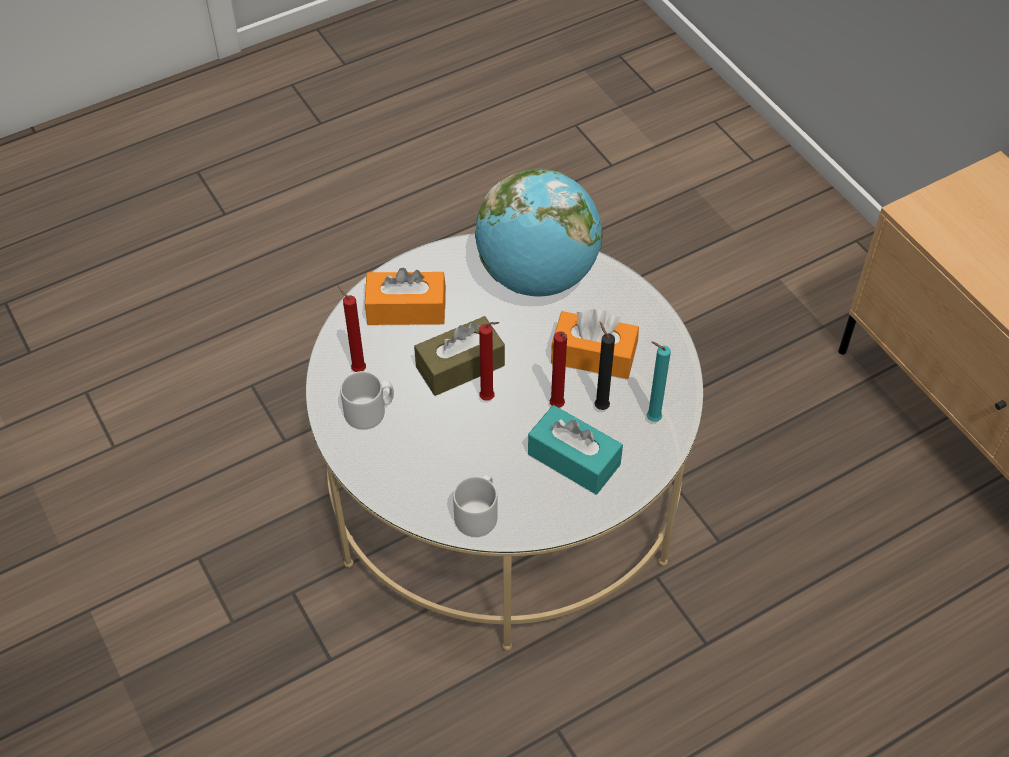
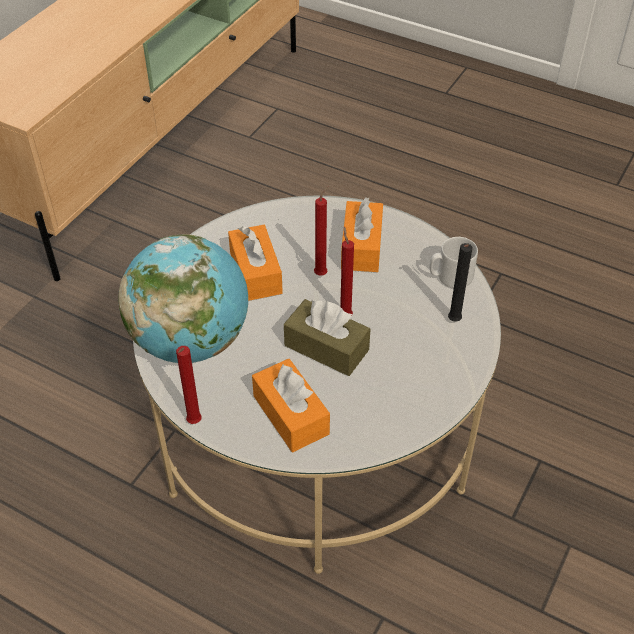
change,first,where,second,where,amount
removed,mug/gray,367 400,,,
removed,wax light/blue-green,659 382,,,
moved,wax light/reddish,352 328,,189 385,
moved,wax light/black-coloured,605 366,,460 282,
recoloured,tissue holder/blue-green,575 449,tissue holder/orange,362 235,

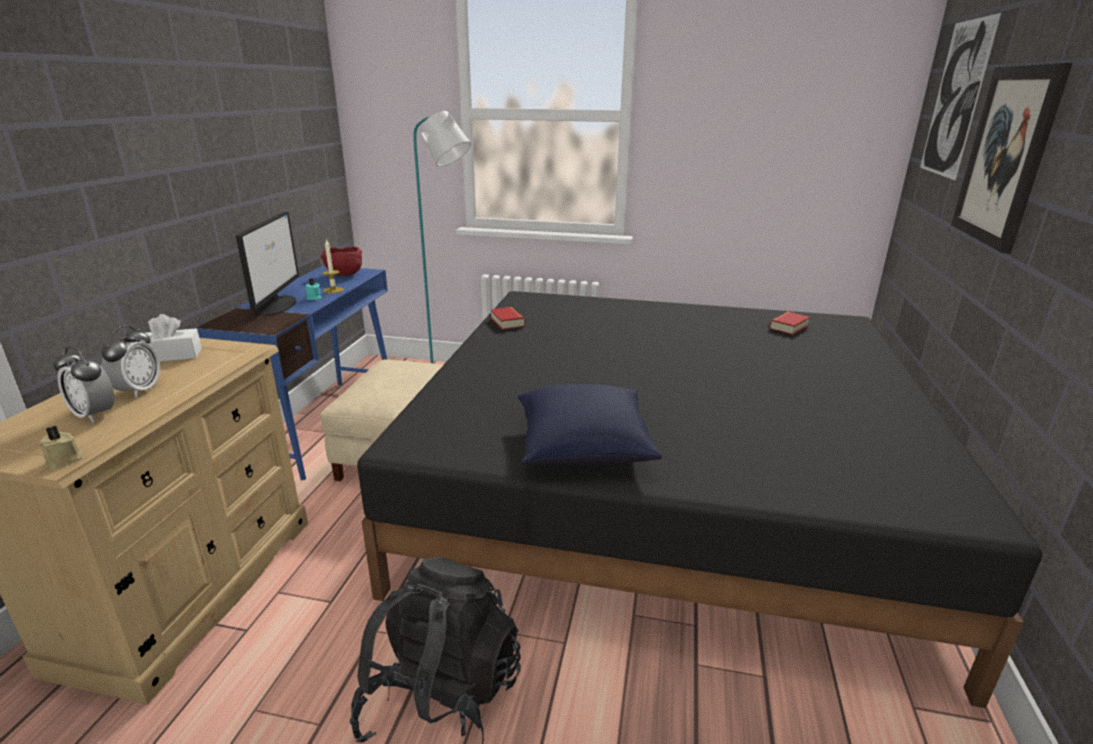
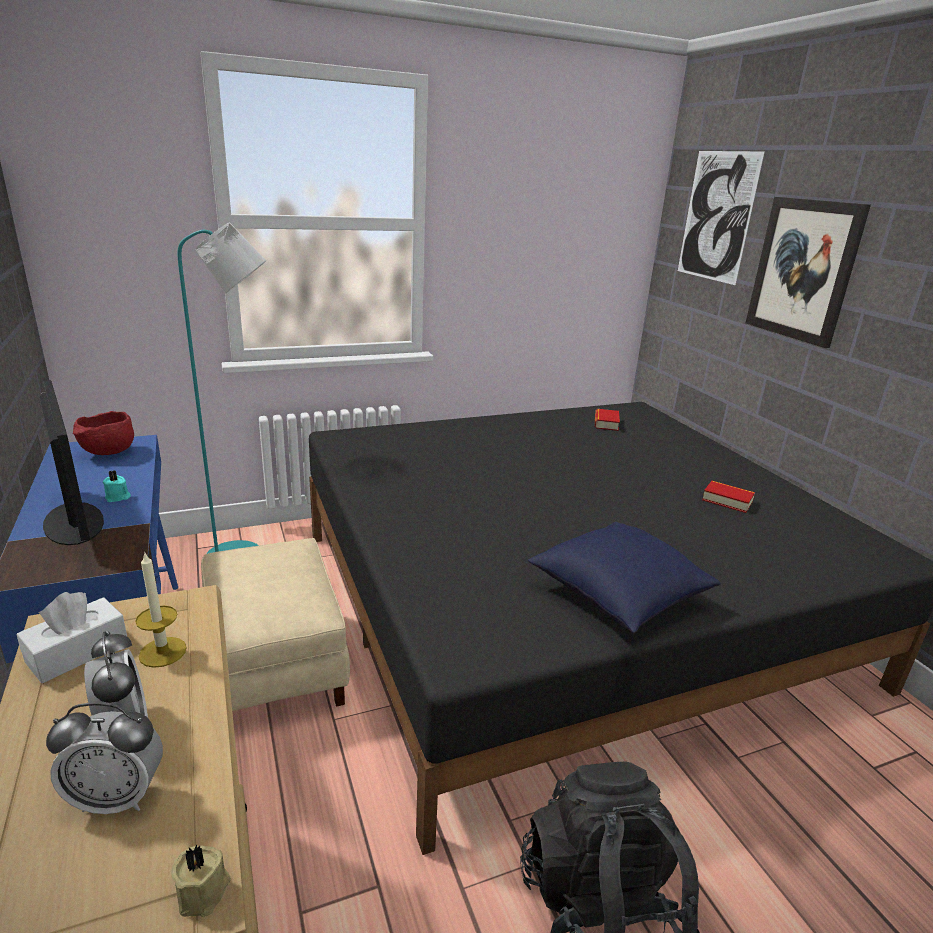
change,first,where,second,where,amount
moved,wax light,333 266,,161 609,
moved,book,507 318,,728 497,

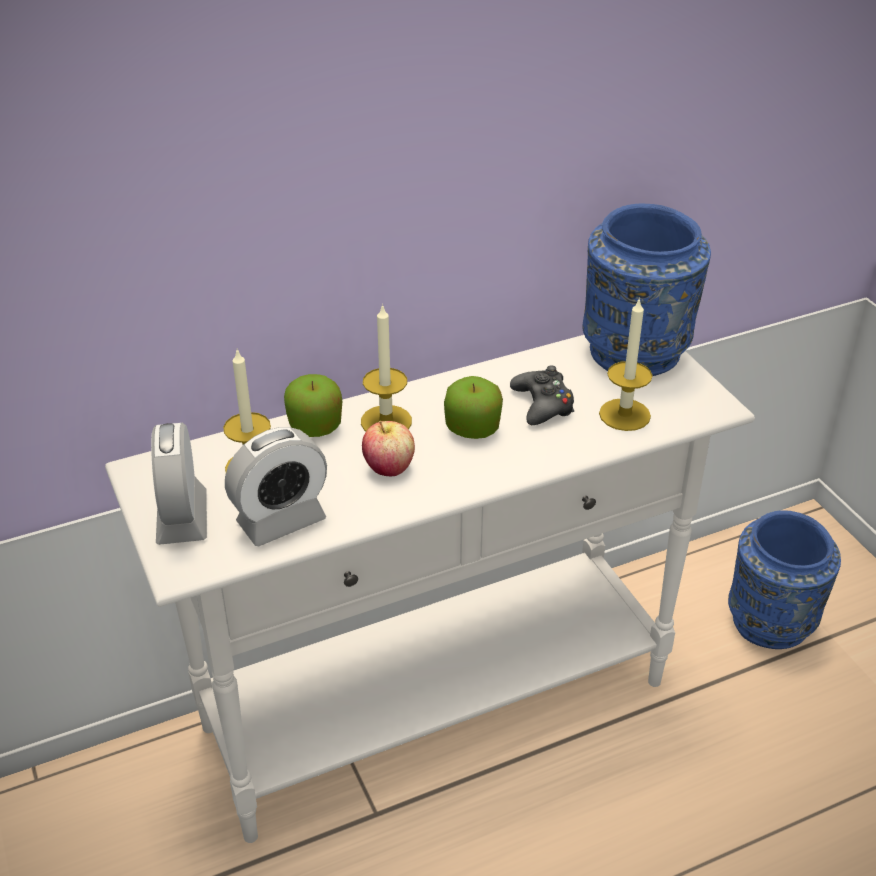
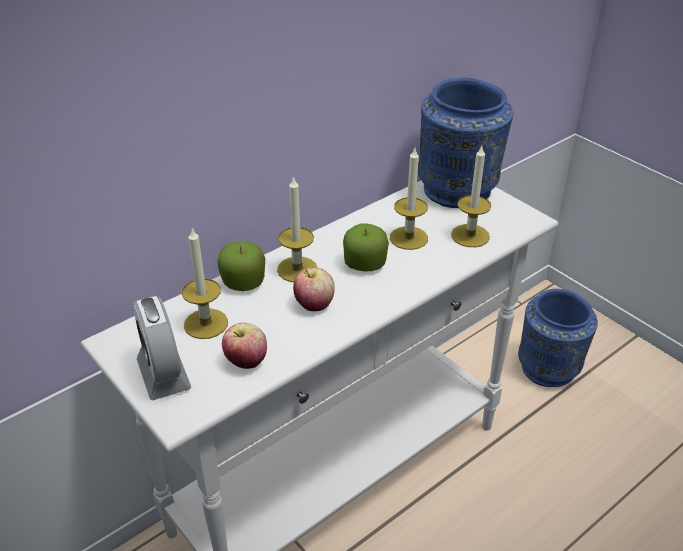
change,first,where,second,where,amount
replaced,bedside clock,276 486,apple,244 346,
replaced,game controller/black-coloured,542 395,wax light,409 199,

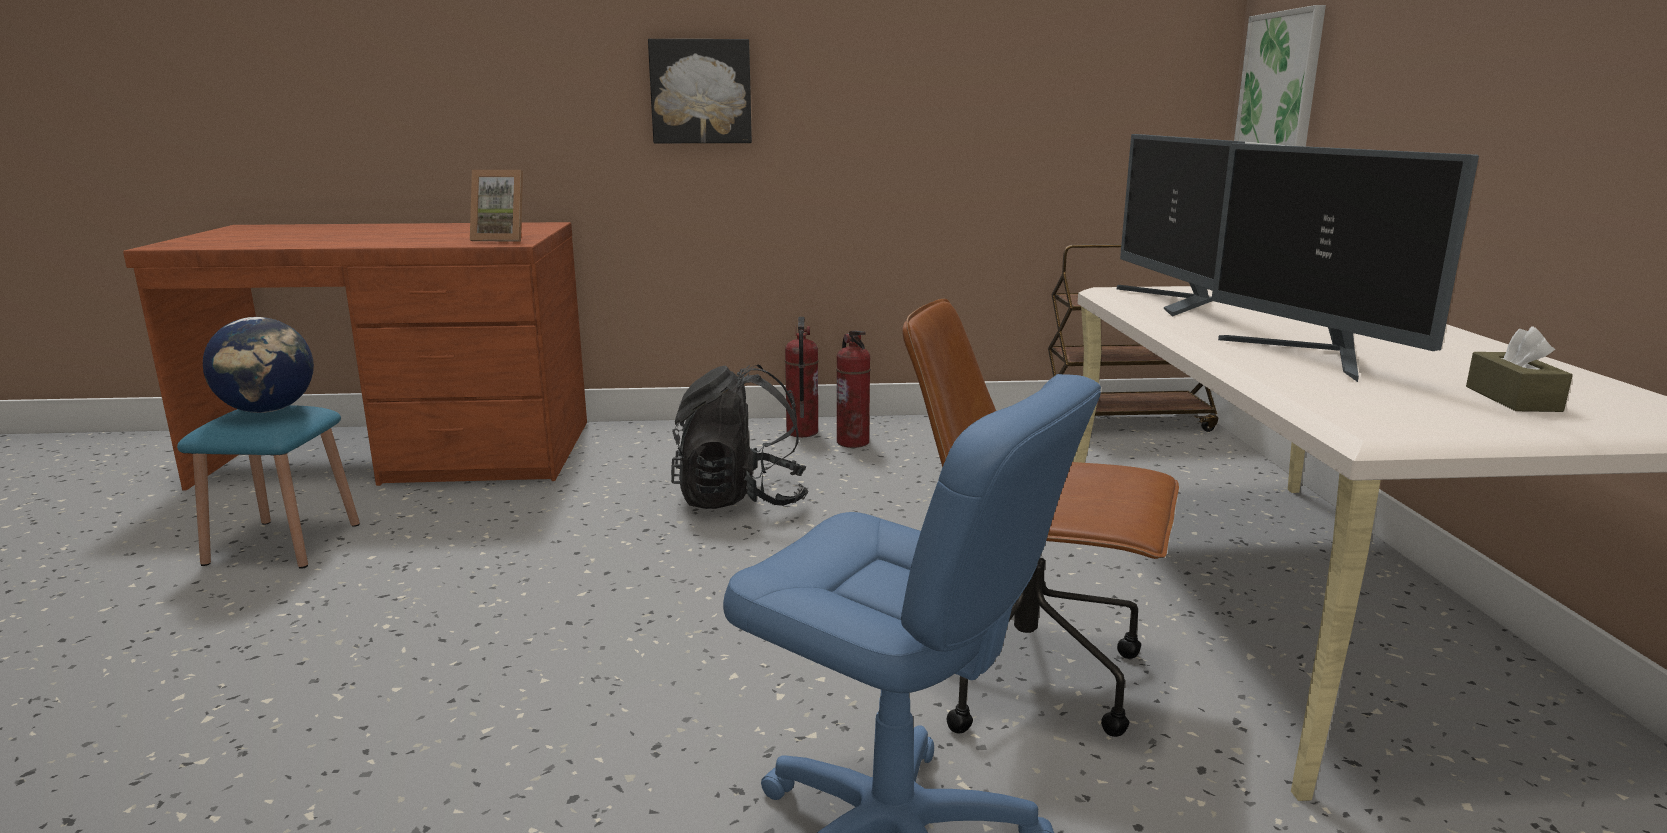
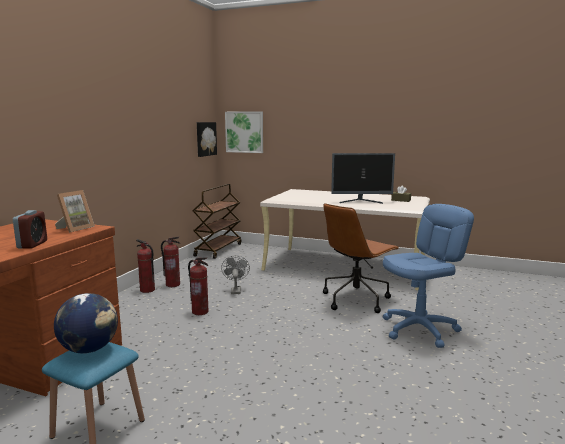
change,first,where,second,where,amount
removed,computer display,1181 225,,,
added,,,bedside clock,30 229,
added,,,electric fan/gray,235 275,
moved,wall picture,700 91,,207 139,
replaced,backpack/black-coloured,740 437,fire-fighting cylinder,198 286,

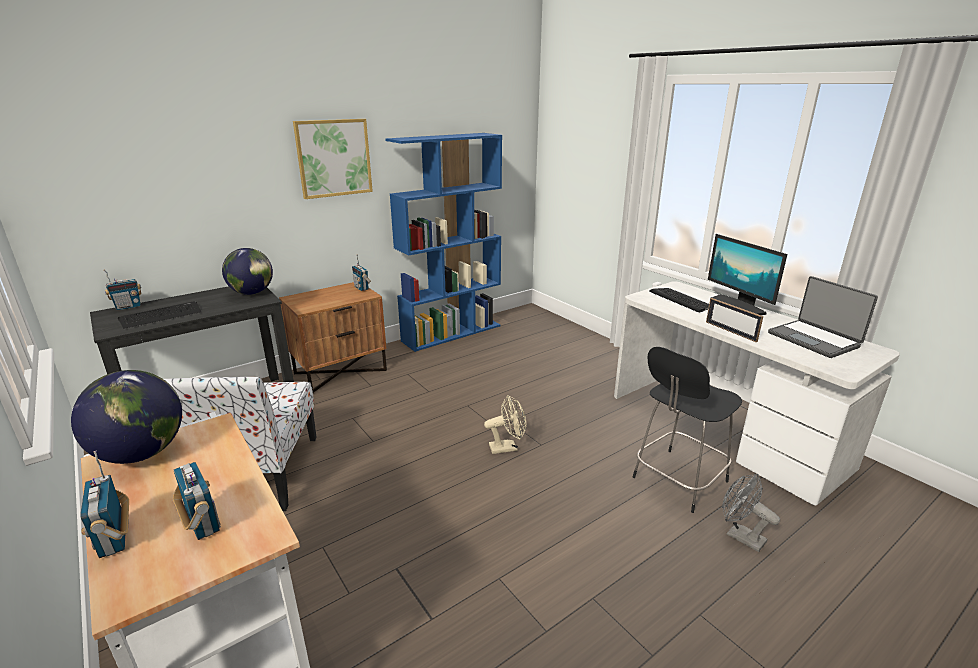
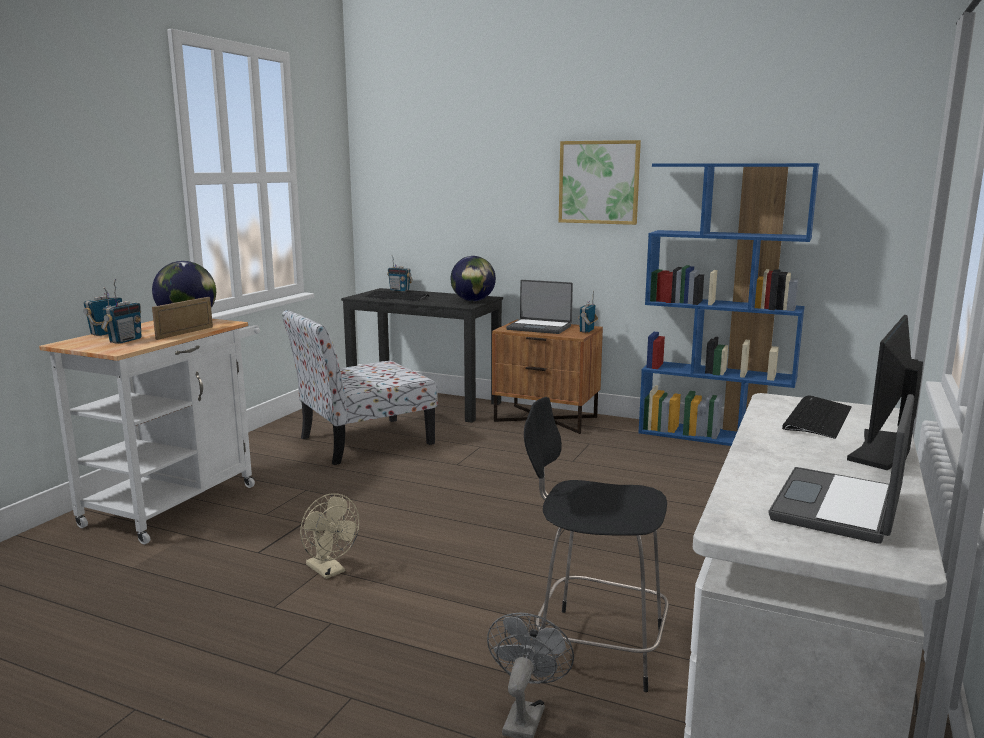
change,first,where,second,where,amount
added,,,notebook computer,539 307,
moved,electric fan/beige,505 424,,329 536,
moved,picture frame,734 320,,182 318,

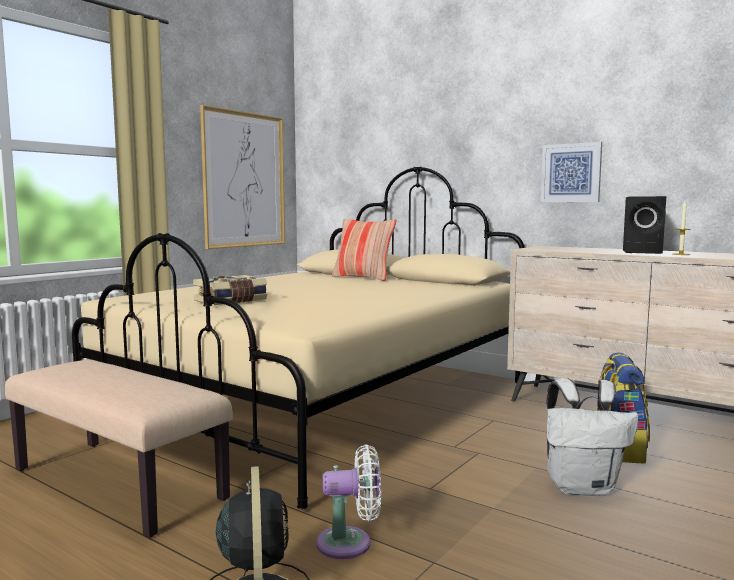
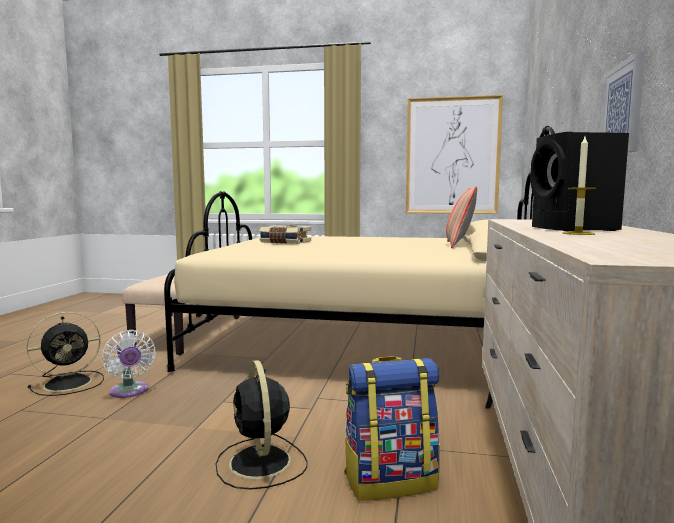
change,first,where,second,where,amount
replaced,backpack/white,592 437,electric fan/black-coloured,262 425,

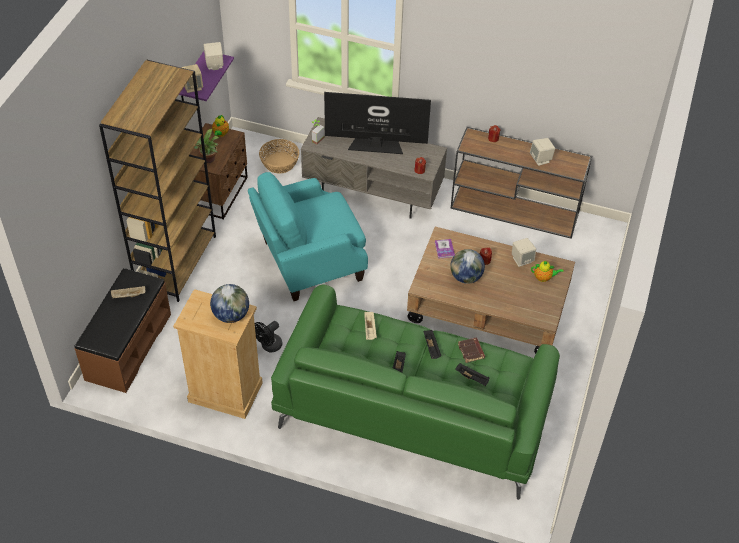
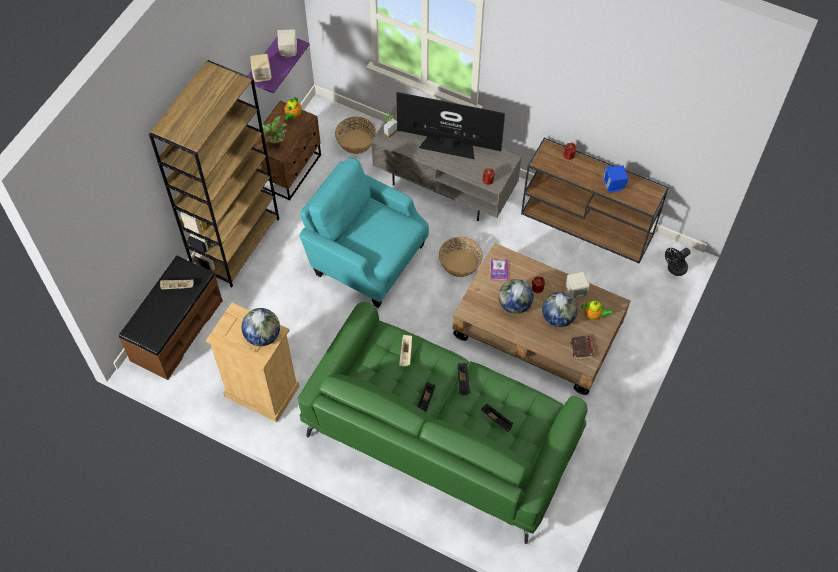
change,first,where,second,where,amount
added,,,storage basket,461 257,
added,,,desk globe,560 309,
moved,electric fan/black-coloured,268 337,,678 262,
moved,book/brownish,471 350,,582 347,
recoloured,audio speaker/beige,542 152,audio speaker/blue-coloured,615 179,
turned,lounge chair/blue-green,308 236,,364 233,45 degrees clockwise

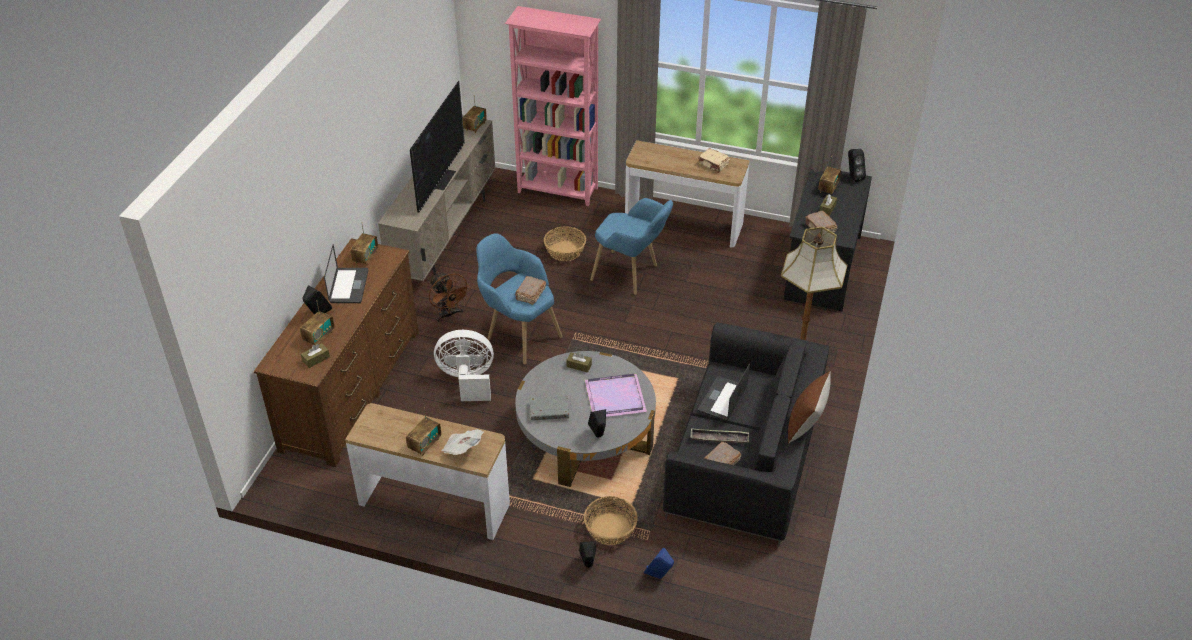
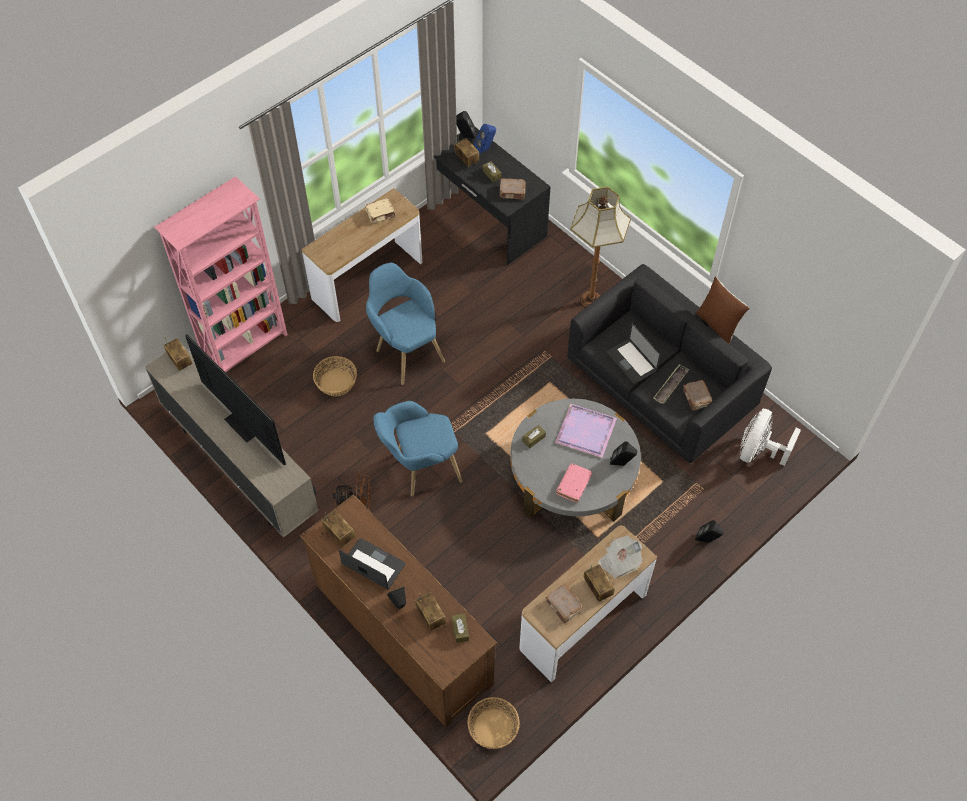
change,first,where,second,where,amount
moved,electric fan/white,464 365,,770 437,
moved,book/brownish,530 290,,564 603,
moved,storage basket,611 520,,493 723,
moved,audio speaker/blue-coloured,659 563,,485 139,
recoloured,book/gray,549 408,book/pink,574 483,
turned,lounge chair/blue-coloured,631 246,,405 324,90 degrees counterclockwise

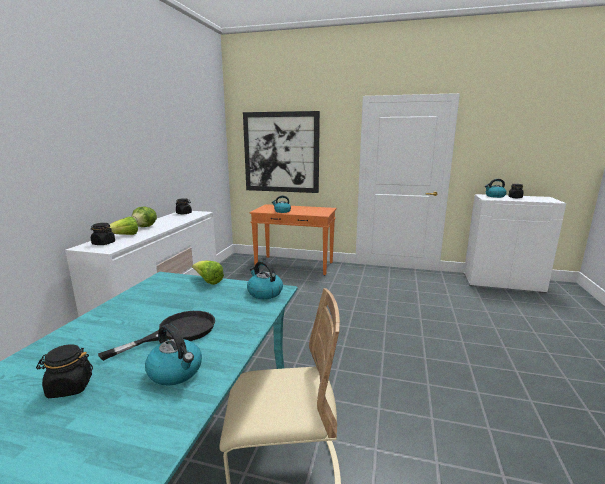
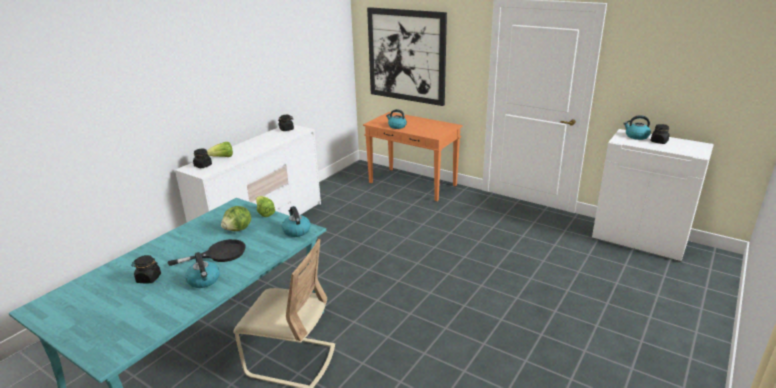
change,first,where,second,where,amount
moved,lettuce head,144 216,,236 218,

